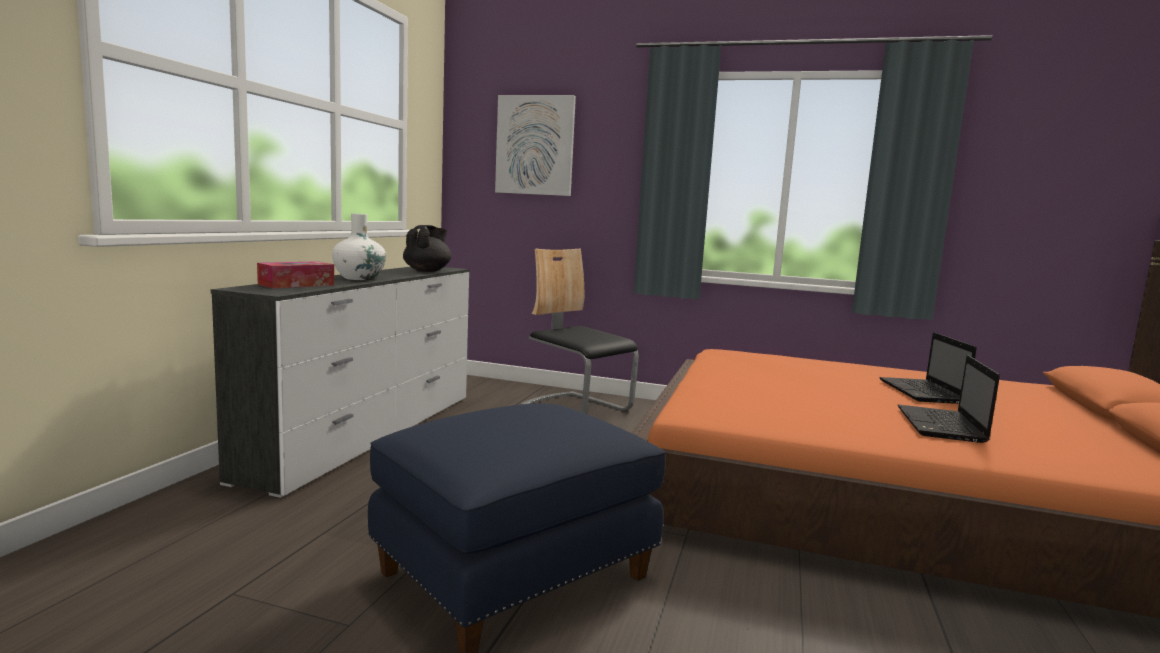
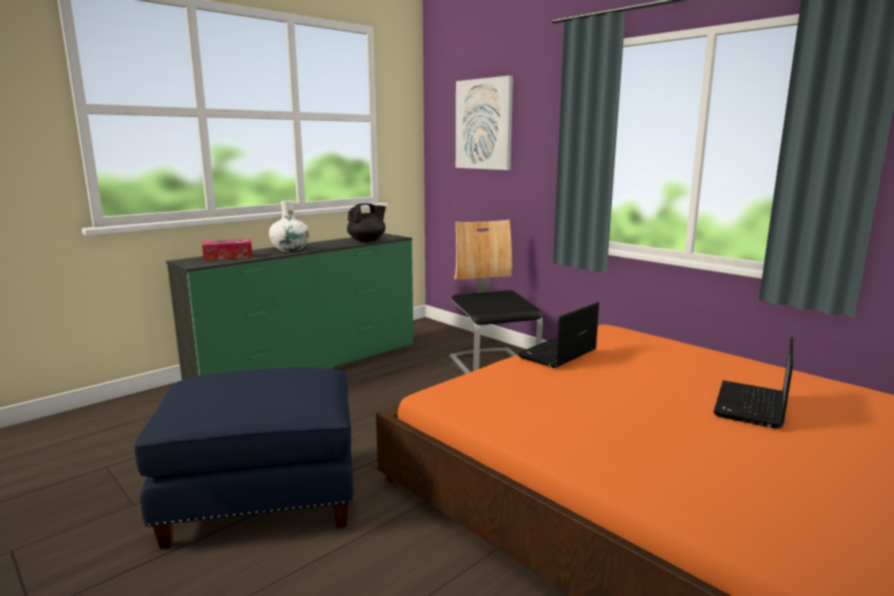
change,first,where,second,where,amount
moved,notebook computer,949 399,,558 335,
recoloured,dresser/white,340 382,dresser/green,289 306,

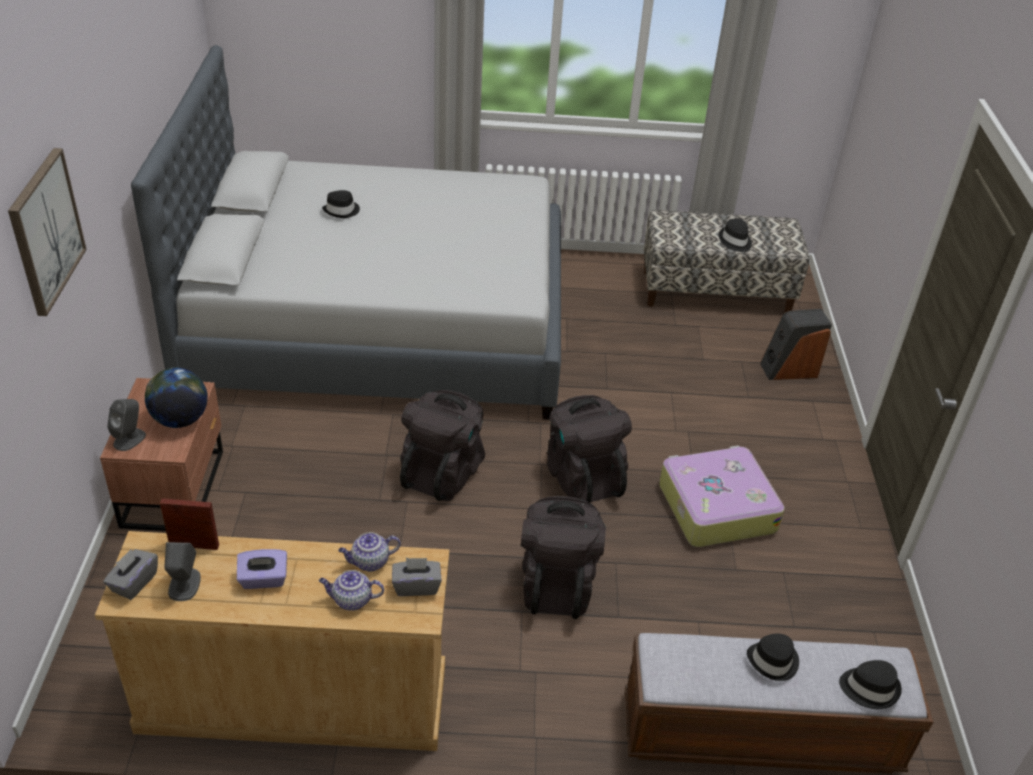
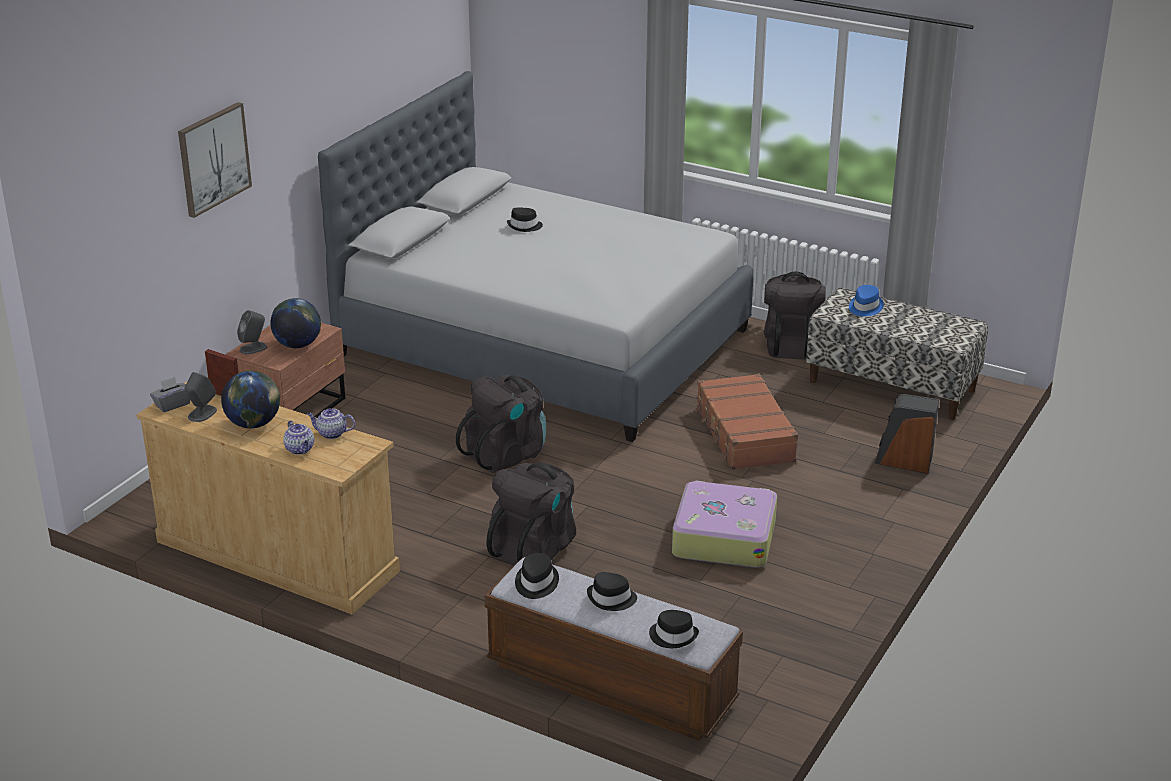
change,first,where,second,where,amount
removed,tissue holder/gray,417 577,,,
added,,,travel case/brownish,746 422,
added,,,wearable hat/blue-coloured,866 301,
moved,backpack/black-coloured,589 449,,795 316,
moved,wearable hat/black-coloured,735 235,,537 576,
replaced,tissue holder/purplish,262 569,desk globe,250 400,
turned,teapot,351 590,,298 437,150 degrees counterclockwise

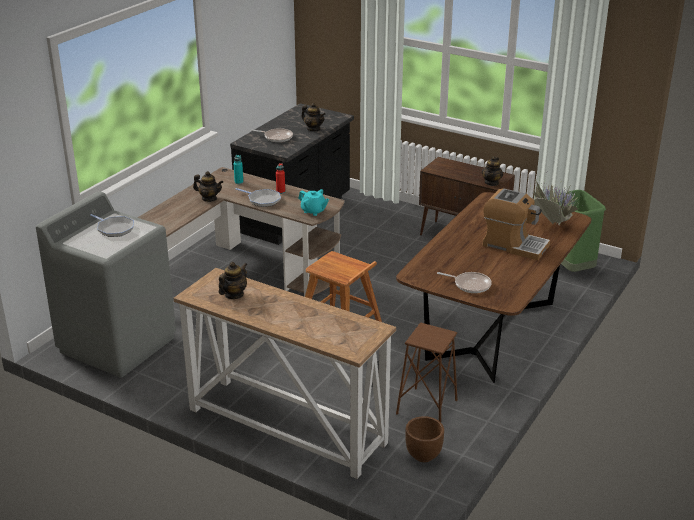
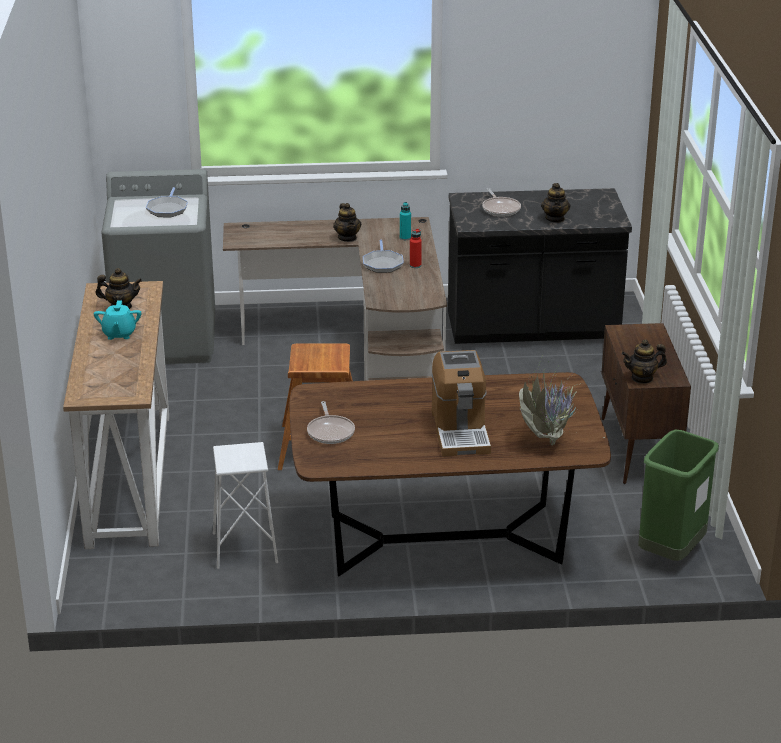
change,first,where,second,where,amount
removed,planter/brownish,424 439,,,
moved,teapot/blue-green,313 202,,118 320,
recoloured,stool seat/brownish,427 372,stool seat/white,245 505,

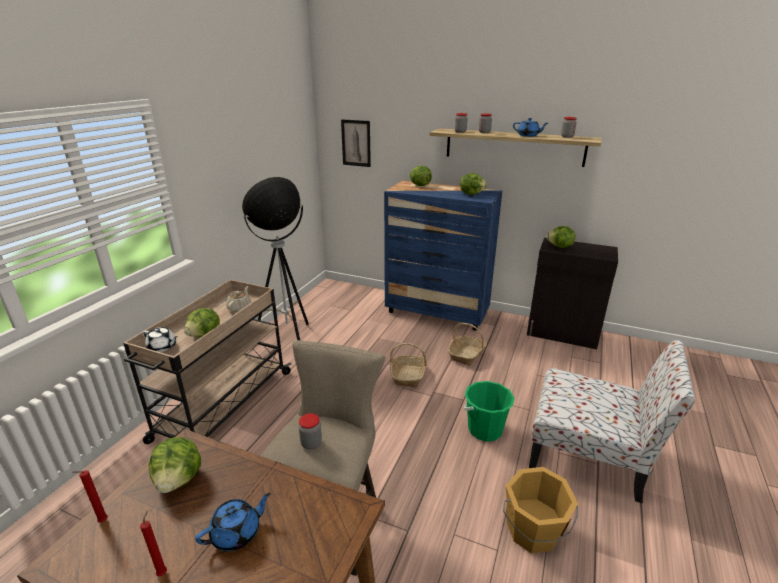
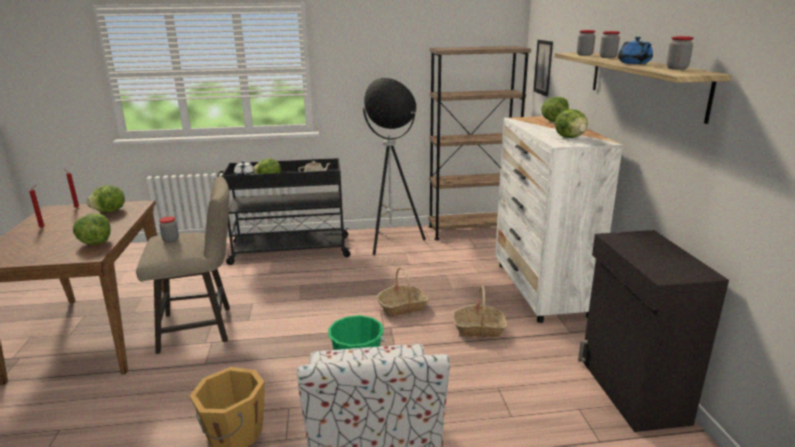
change,first,where,second,where,amount
removed,teapot/blue-coloured,233 522,,,
added,,,bookcase/brownish,480 143,
moved,lettuce head,560 237,,92 229,
recoloured,cart/beige,207 362,cart/black-coloured,282 211,
recoloured,dresser/blue-coloured,443 256,dresser/white,559 219,

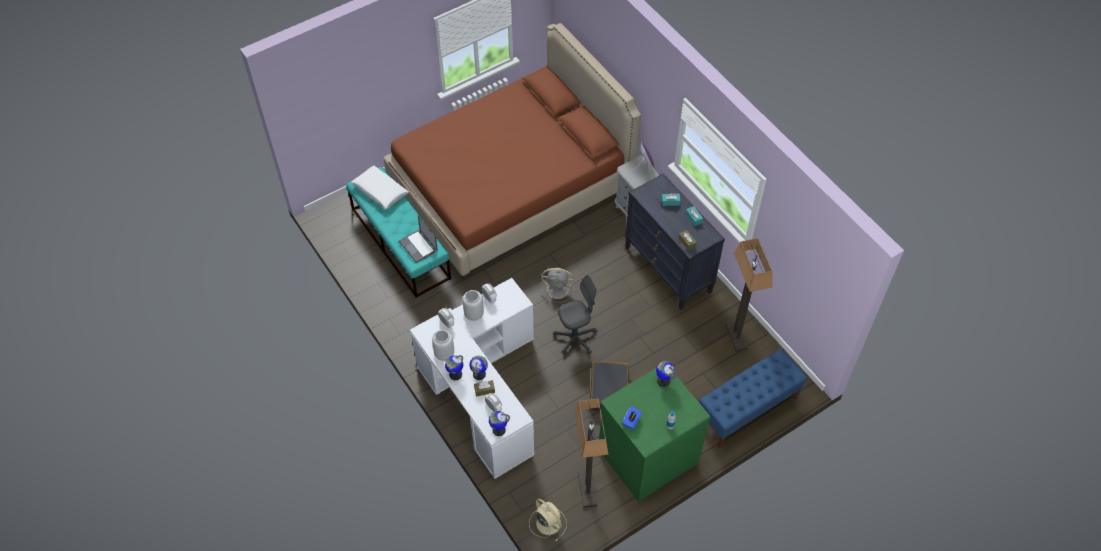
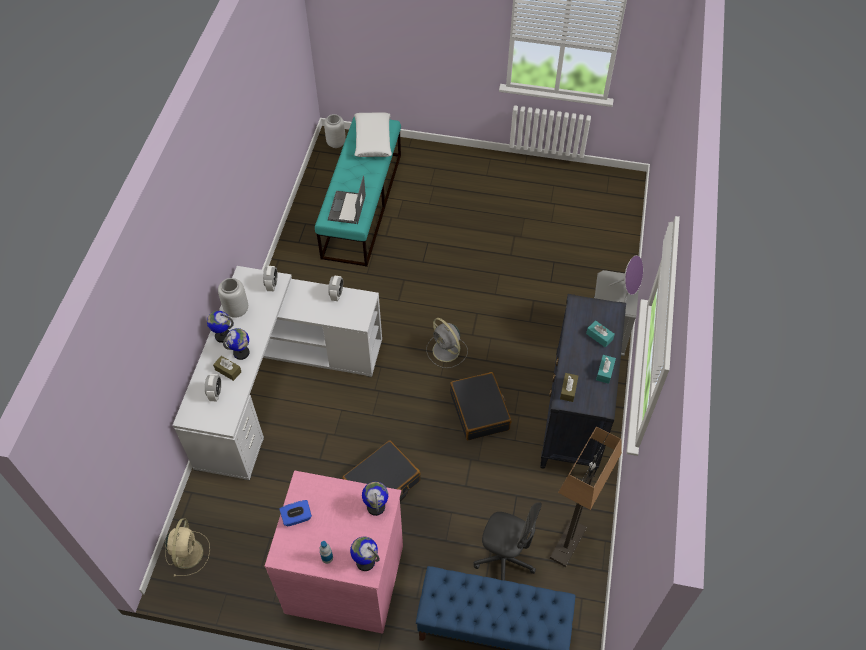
change,first,where,second,where,amount
removed,bed/brownish,512 151,,,
removed,floor lamp,591 453,,,
added,,,travel case/black-coloured,480 406,
moved,vase/gray,473 305,,335 131,
moved,desk globe,499 423,,365 554,
moved,desk chair/gray,575 315,,507 541,
recoloured,dresser/green,655 434,dresser/pink,334 552,

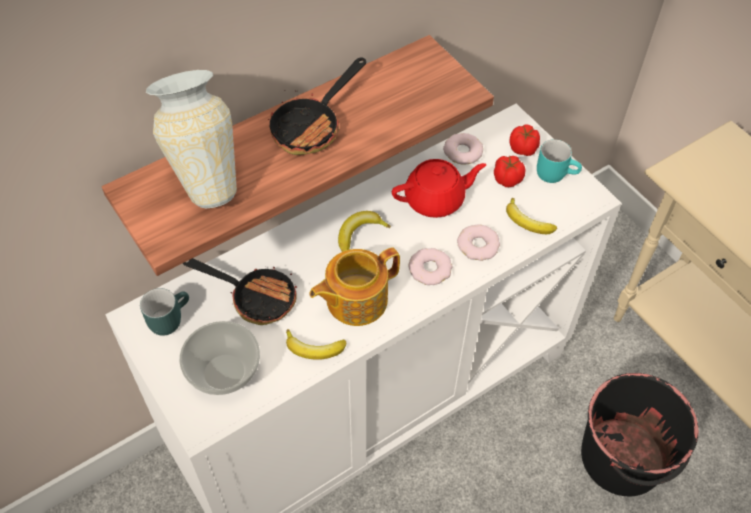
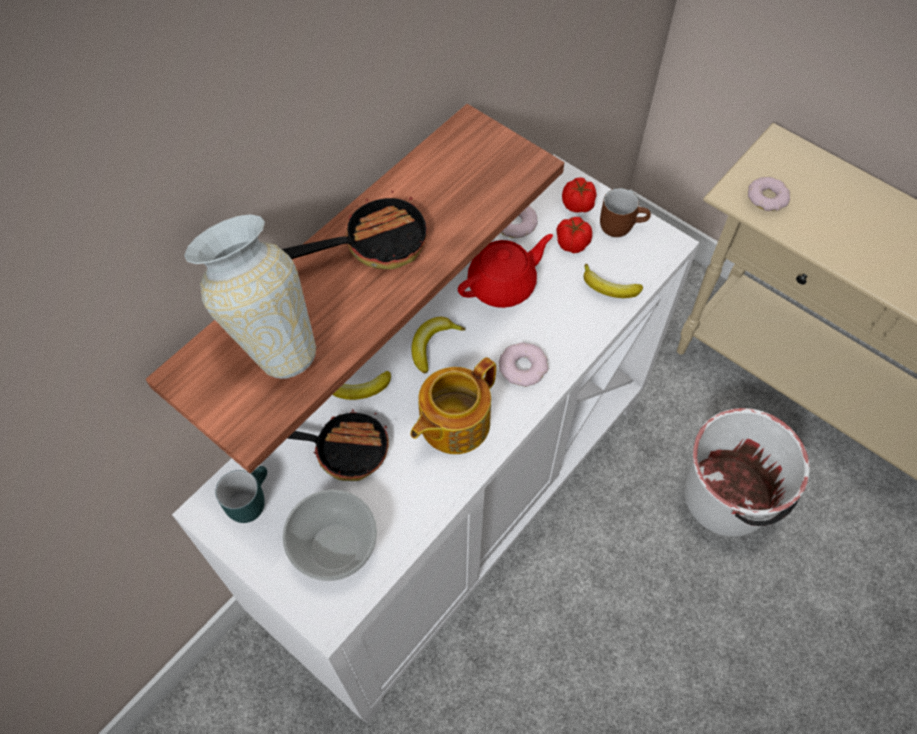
change,first,where,second,where,amount
moved,banana,316 344,,362 385,
moved,donut,478 242,,769 194,
recoloured,mug/blue-green,559 161,mug/brownish,625 212,
recoloured,water bucket/black-coloured,639 434,water bucket/white,746 472,
turned,frying pan,317 106,,354 230,135 degrees counterclockwise

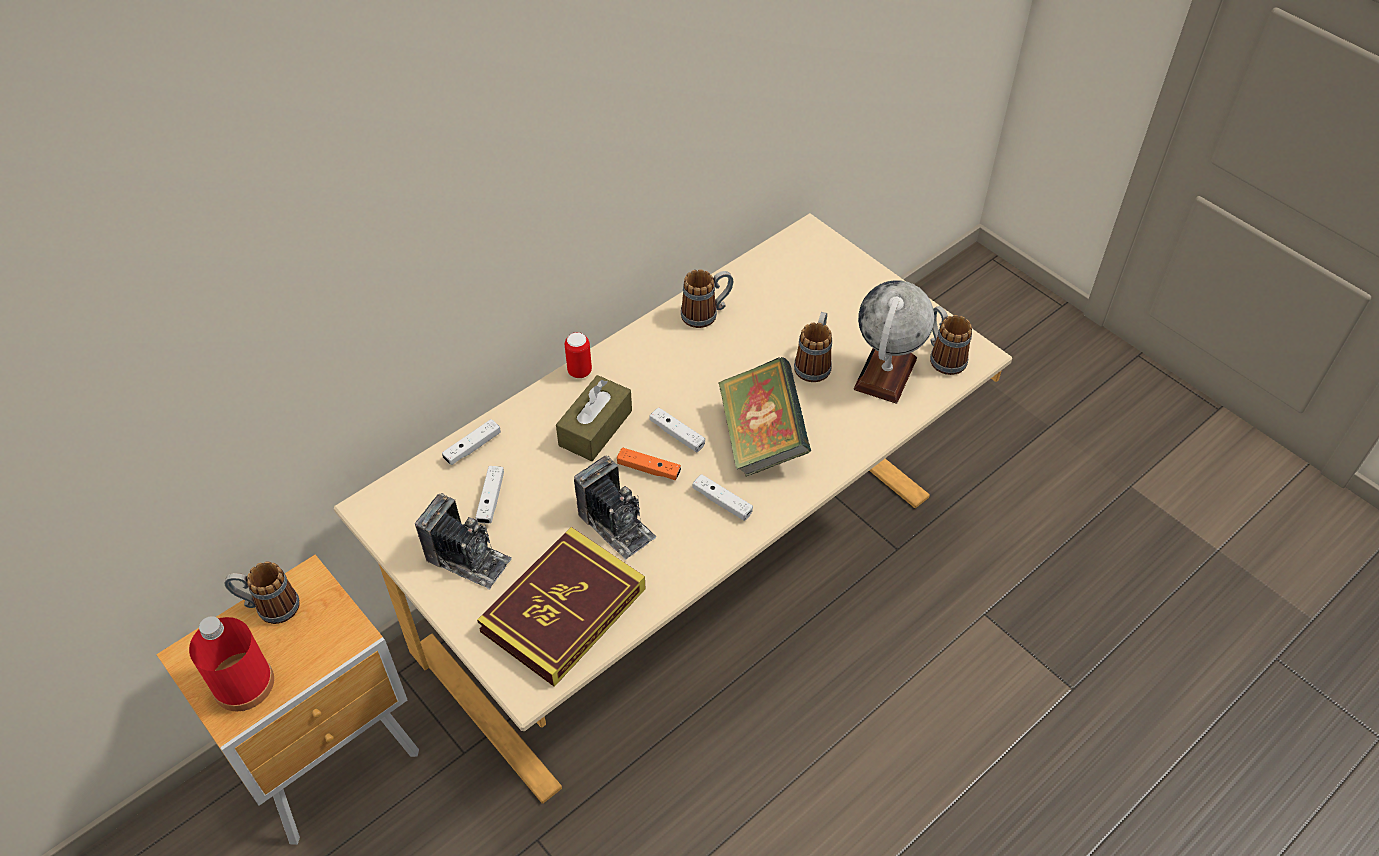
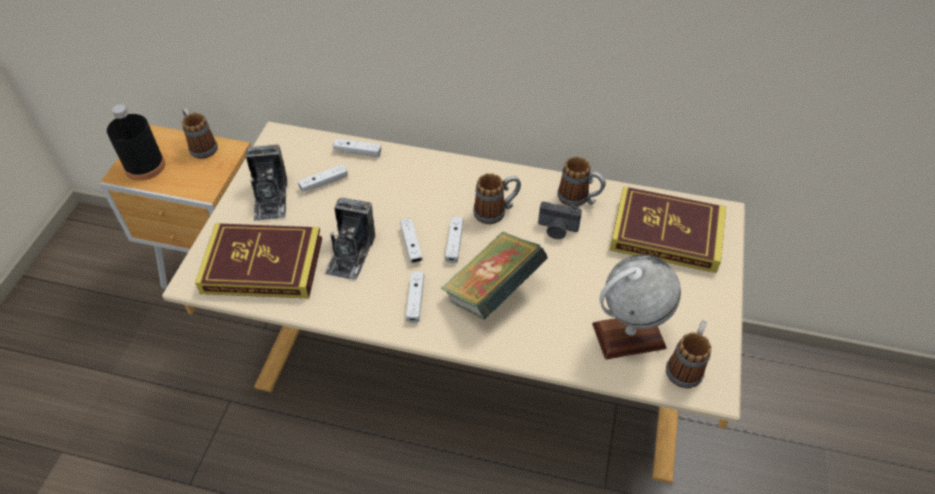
change,first,where,second,where,amount
removed,tissue holder/brownish,594 418,,,
removed,can,578 355,,,
added,,,still camera,560 220,
added,,,book,668 229,
moved,mug,813 347,,497 198,
recoloured,drink bottle/reddish,231 663,drink bottle/black-coloured,136 142,
recoloured,game controller/orange,649 464,game controller/white,411 240,

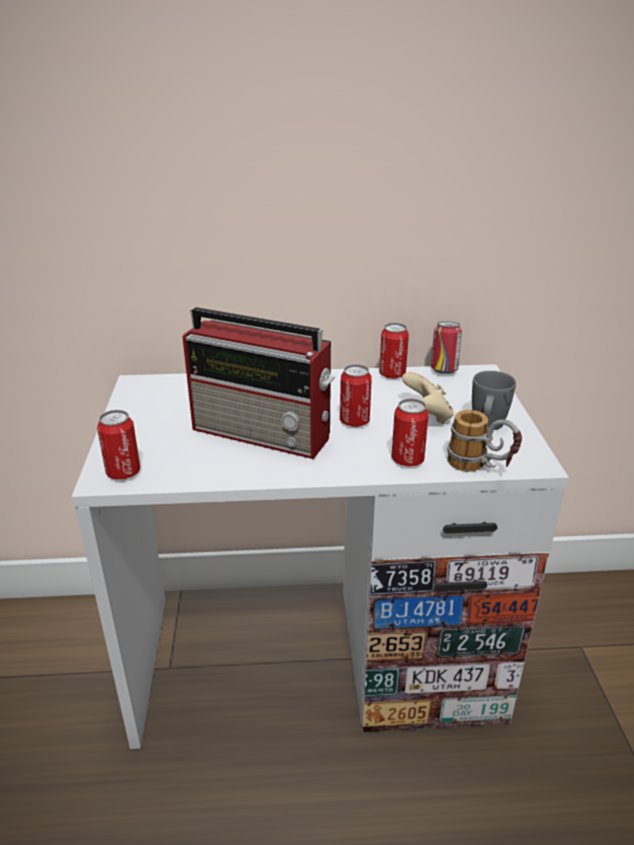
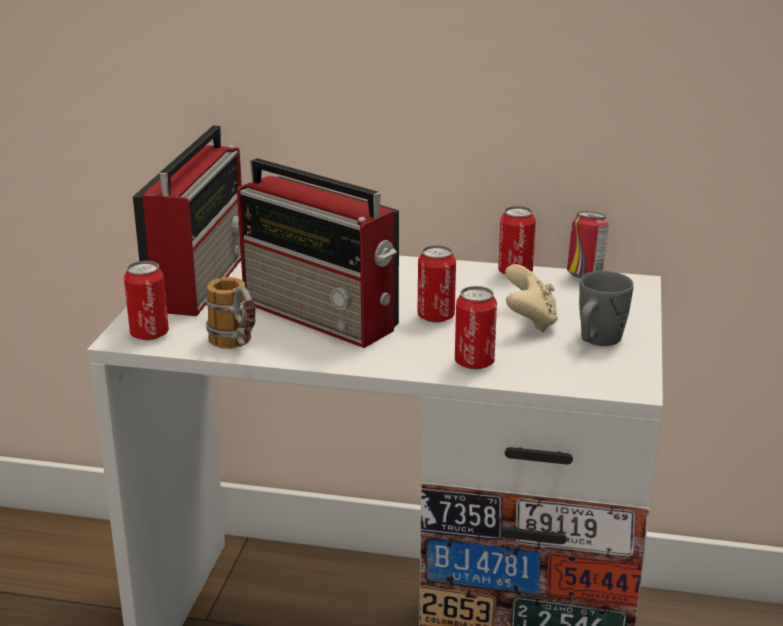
change,first,where,second,where,amount
added,,,radio,187 220,
moved,mug,484 441,,231 313,

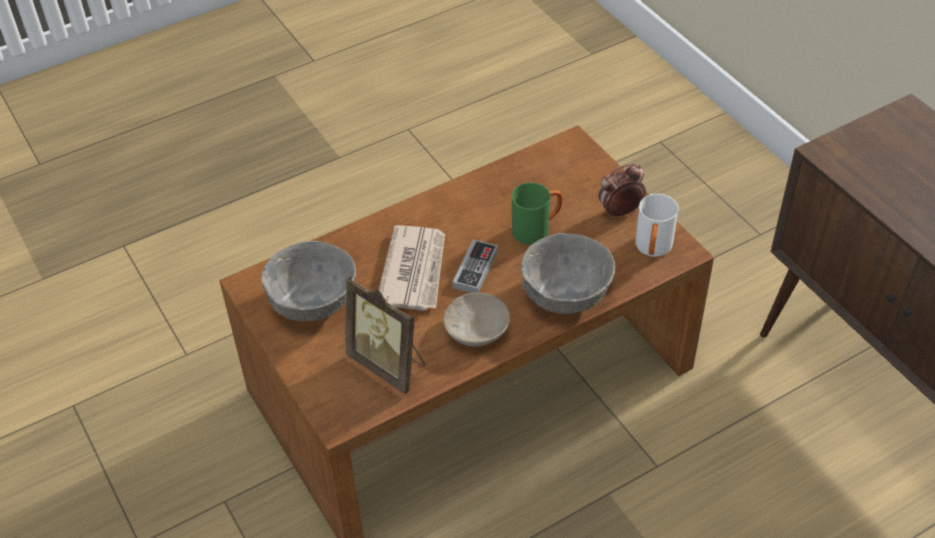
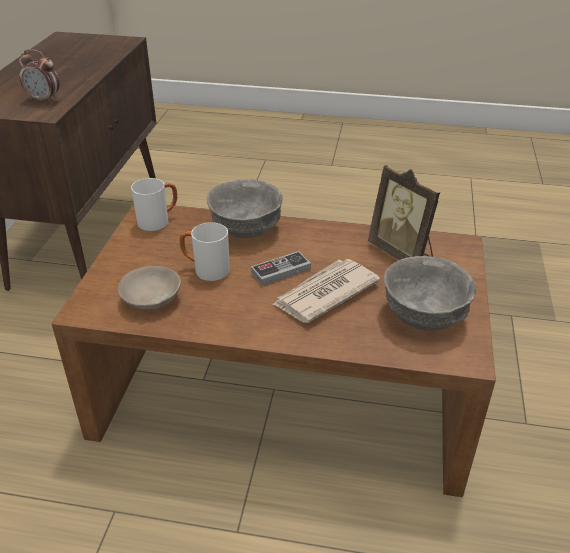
change,first,where,second,where,amount
moved,bowl/beige,476 320,,149 288,
moved,bedside clock,622 191,,39 76,
recoloured,mug/green,537 213,mug/white,205 251,
turned,picture frame,385 335,,404 212,150 degrees clockwise

